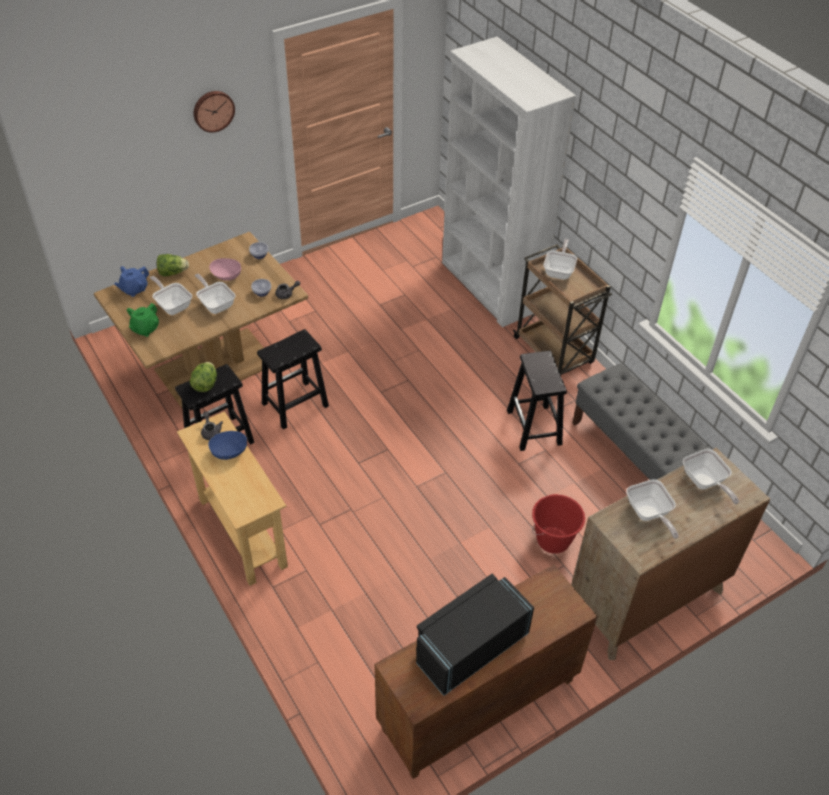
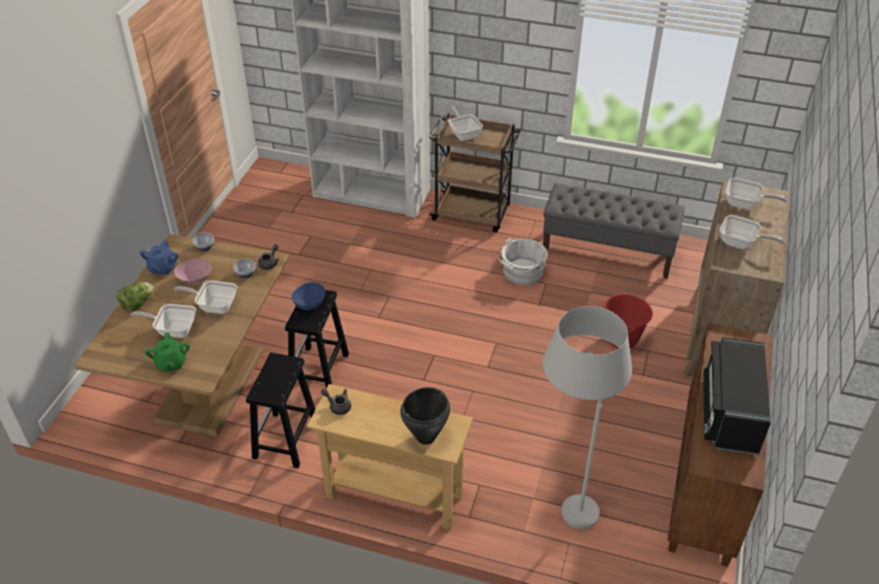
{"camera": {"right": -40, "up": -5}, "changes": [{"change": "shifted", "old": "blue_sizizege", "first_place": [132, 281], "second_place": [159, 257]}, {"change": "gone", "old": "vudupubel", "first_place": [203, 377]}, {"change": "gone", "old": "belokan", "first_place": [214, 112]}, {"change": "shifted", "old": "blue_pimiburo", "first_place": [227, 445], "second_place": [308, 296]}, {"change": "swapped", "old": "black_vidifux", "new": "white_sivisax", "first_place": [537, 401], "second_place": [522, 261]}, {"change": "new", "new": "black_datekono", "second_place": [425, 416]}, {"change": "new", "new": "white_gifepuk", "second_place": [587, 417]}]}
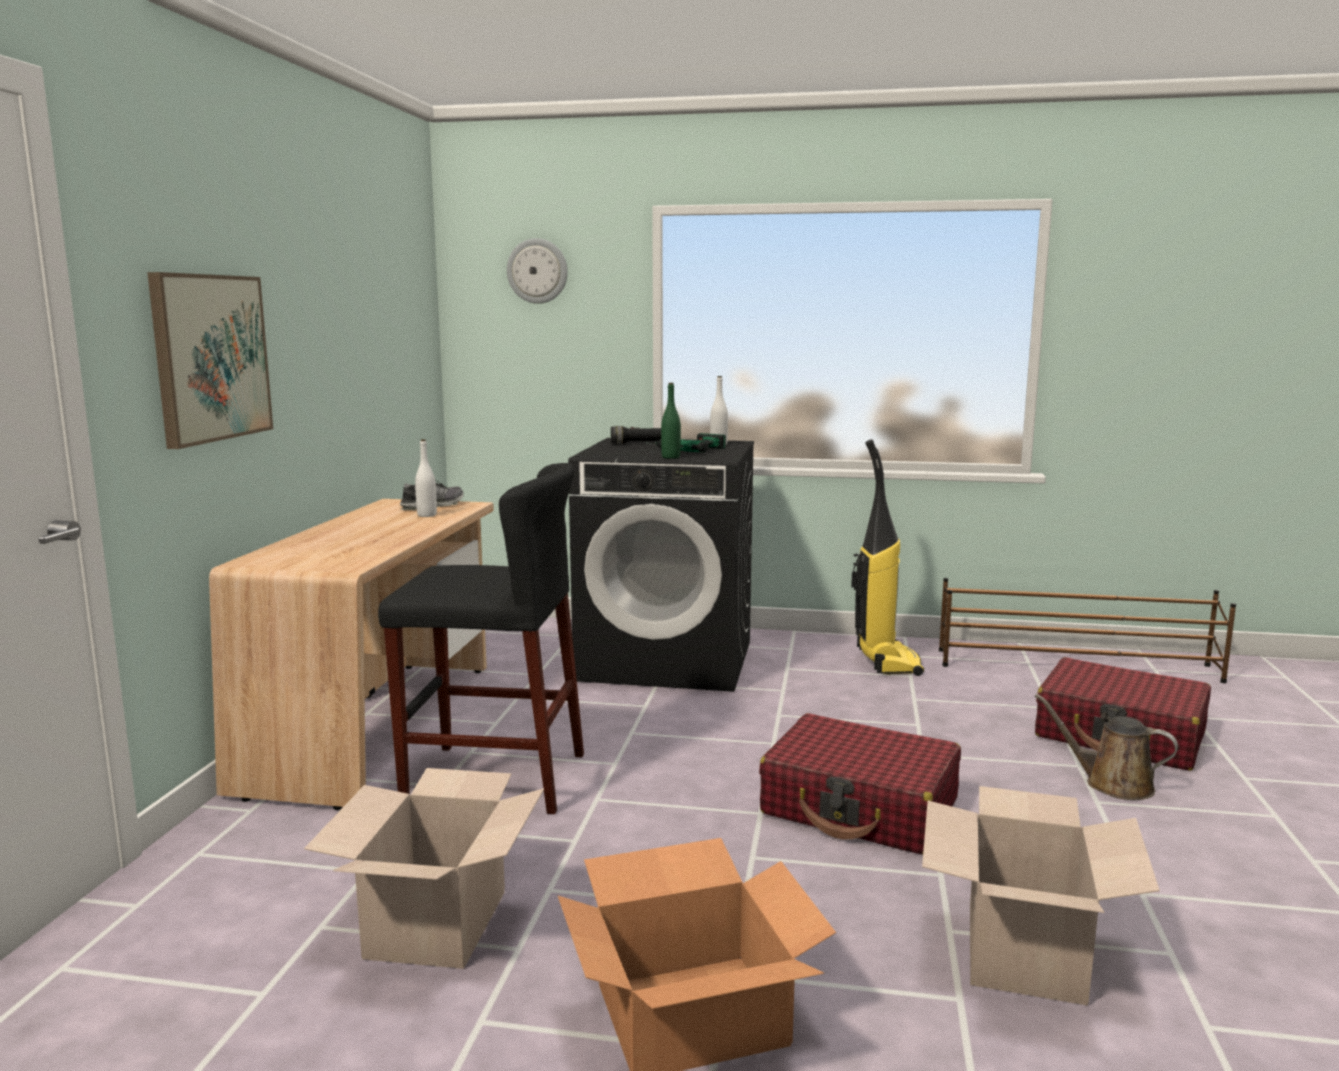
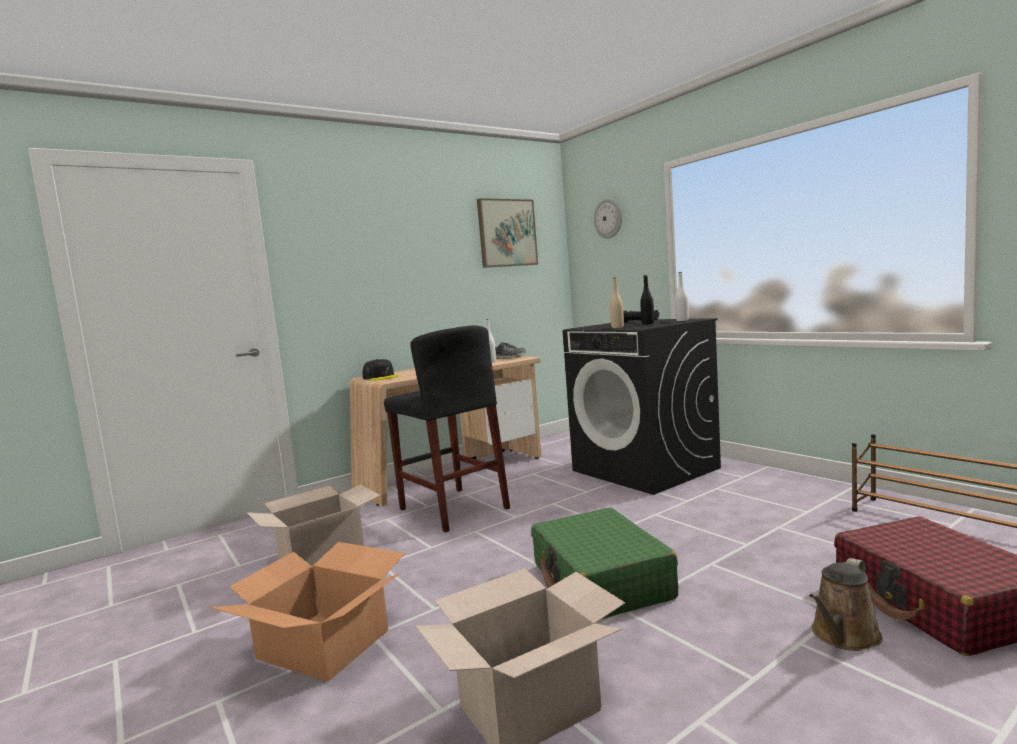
{"camera": {"right": 45, "up": -5}, "changes": [{"change": "shifted", "old": "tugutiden", "first_place": [210, 360], "second_place": [507, 233]}, {"change": "swapped", "old": "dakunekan", "new": "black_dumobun", "first_place": [687, 442], "second_place": [647, 299]}, {"change": "repainted", "old": "green_dumobun", "new": "beige_dumobun", "first_place": [671, 421], "second_place": [617, 303]}, {"change": "repainted", "old": "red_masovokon", "new": "green_masovokon", "first_place": [860, 784], "second_place": [604, 563]}, {"change": "gone", "old": "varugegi", "first_place": [887, 557]}, {"change": "rotated", "old": "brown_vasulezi", "first_place": [1106, 746], "second_place": [846, 604], "degrees": -120}, {"change": "new", "new": "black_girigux", "second_place": [380, 370]}]}
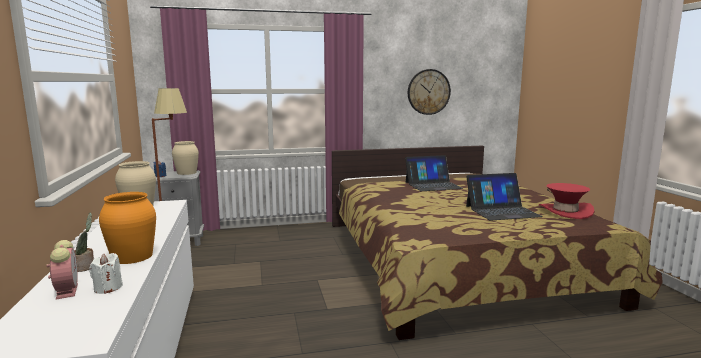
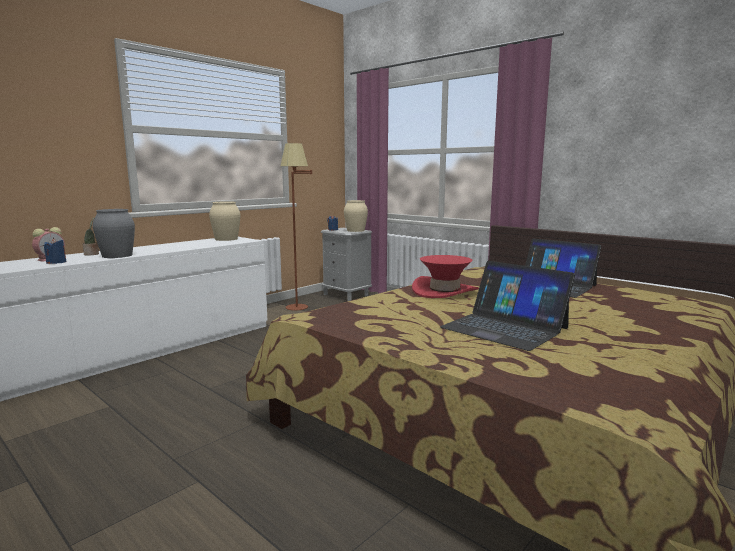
{"camera": {"right": 55, "up": 0}, "changes": [{"change": "repainted", "old": "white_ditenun", "new": "blue_ditenun", "first_place": [106, 273], "second_place": [55, 251]}, {"change": "repainted", "old": "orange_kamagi", "new": "grey_kamagi", "first_place": [127, 228], "second_place": [114, 233]}, {"change": "gone", "old": "belokan", "first_place": [429, 92]}, {"change": "shifted", "old": "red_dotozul", "first_place": [566, 201], "second_place": [445, 276]}]}
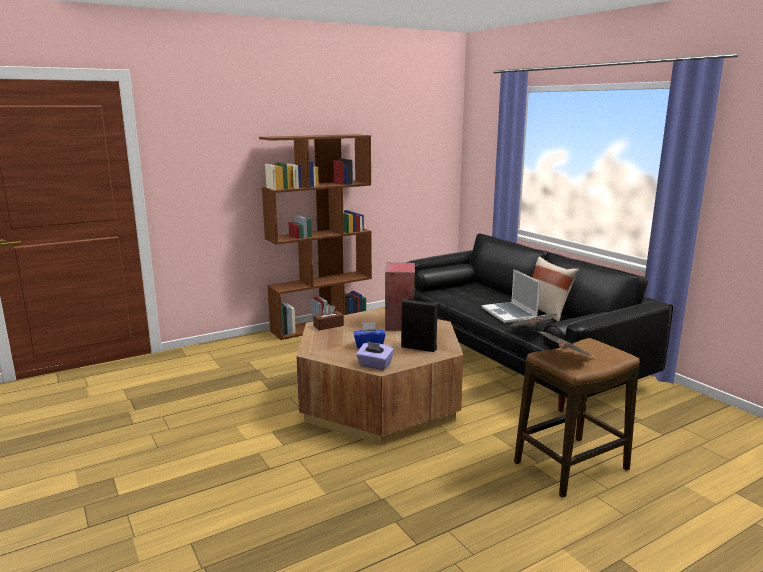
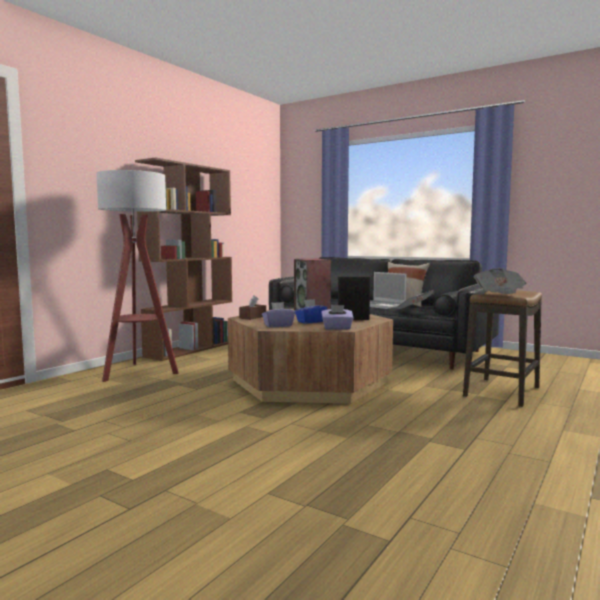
{"camera": {"right": -25, "up": -10}, "changes": [{"change": "new", "new": "gifepuk", "second_place": [137, 276]}, {"change": "new", "new": "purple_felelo", "second_place": [278, 314]}]}
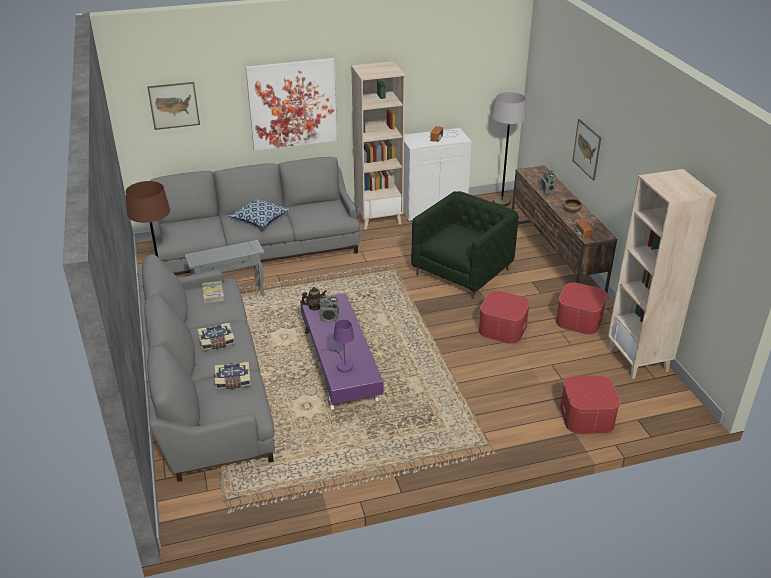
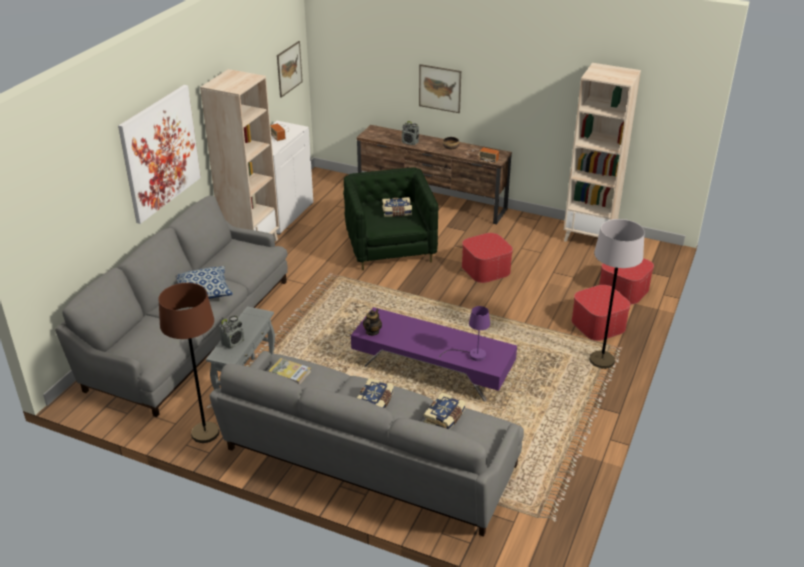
{"camera": {"right": -50, "up": 0}, "changes": [{"change": "shifted", "old": "tugutiden", "first_place": [173, 106], "second_place": [290, 69]}, {"change": "shifted", "old": "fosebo", "first_place": [329, 309], "second_place": [231, 332]}, {"change": "shifted", "old": "grey_gifepuk", "first_place": [509, 149], "second_place": [617, 294]}, {"change": "shifted", "old": "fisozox", "first_place": [581, 309], "second_place": [601, 313]}, {"change": "new", "new": "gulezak", "second_place": [397, 207]}]}
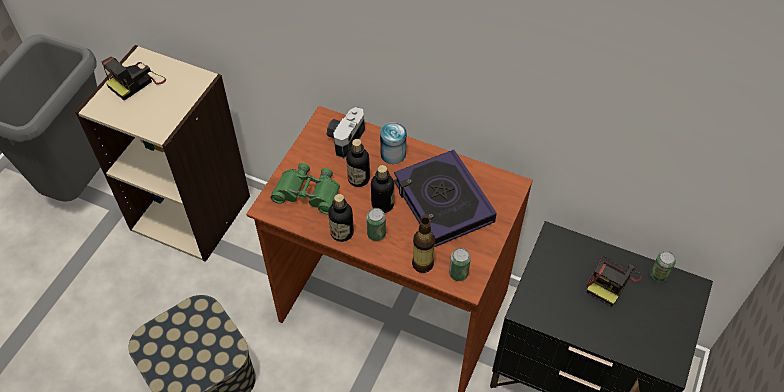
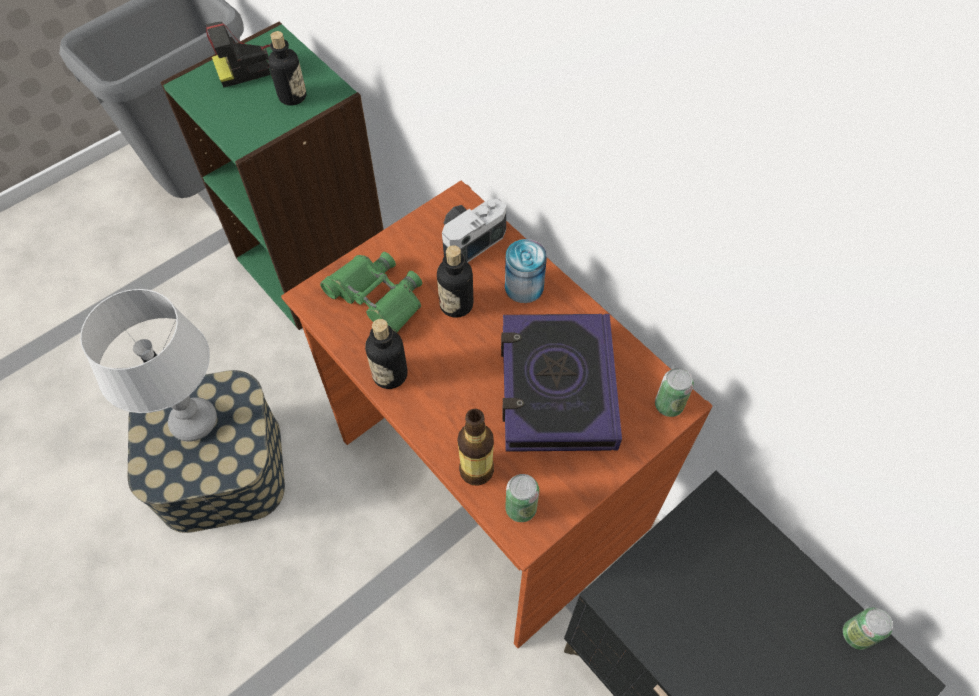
{"camera": {"right": 25, "up": 5}, "changes": [{"change": "repainted", "old": "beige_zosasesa", "new": "green_zosasesa", "first_place": [162, 153], "second_place": [272, 175]}, {"change": "shifted", "old": "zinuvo", "first_place": [376, 224], "second_place": [674, 392]}, {"change": "shifted", "old": "dumobun", "first_place": [382, 189], "second_place": [287, 68]}, {"change": "gone", "old": "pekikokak", "first_place": [614, 281]}, {"change": "new", "new": "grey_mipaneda", "second_place": [148, 365]}]}
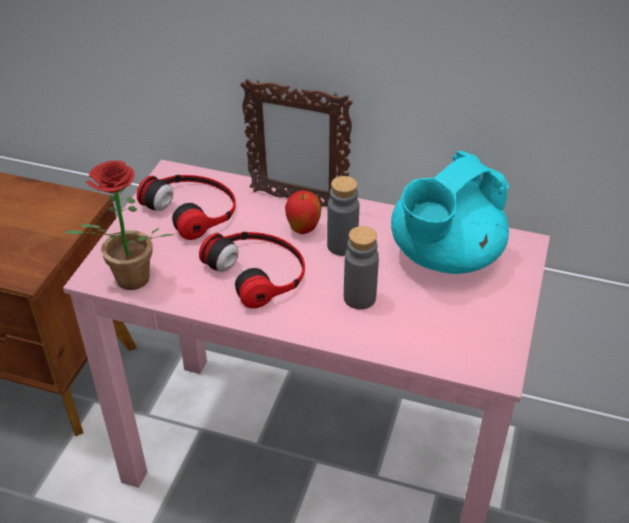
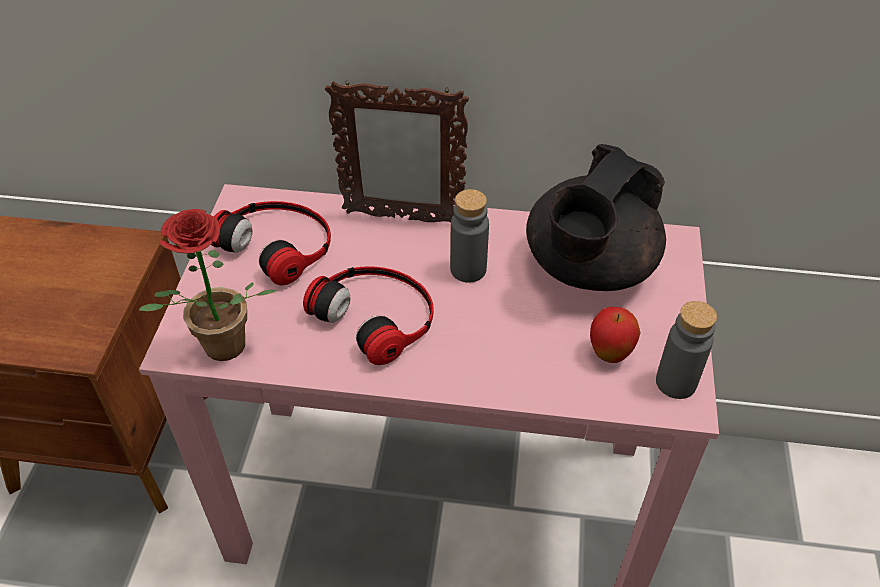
{"camera": {"right": -10, "up": 5}, "changes": [{"change": "shifted", "old": "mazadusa", "first_place": [303, 212], "second_place": [615, 335]}, {"change": "shifted", "old": "grey_dumobun", "first_place": [361, 268], "second_place": [686, 350]}, {"change": "repainted", "old": "turquoise_sizizege", "new": "black_sizizege", "first_place": [450, 212], "second_place": [596, 217]}]}
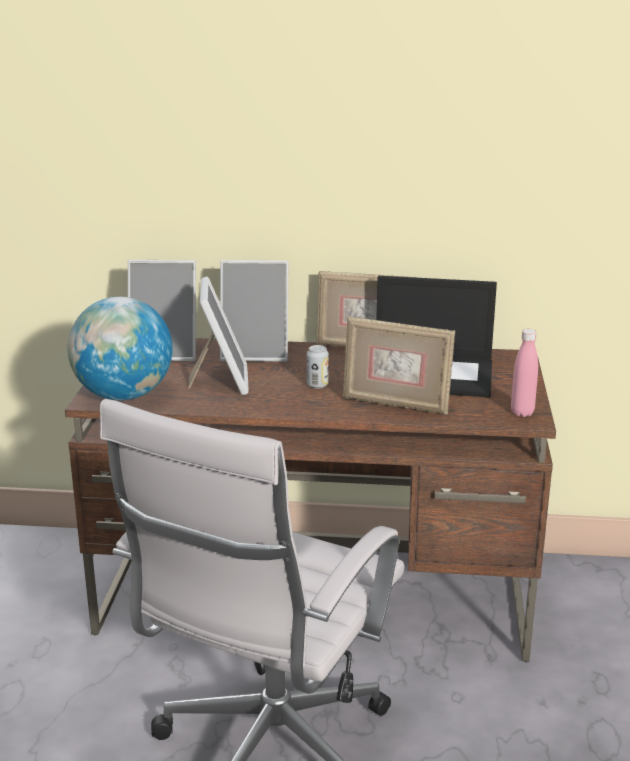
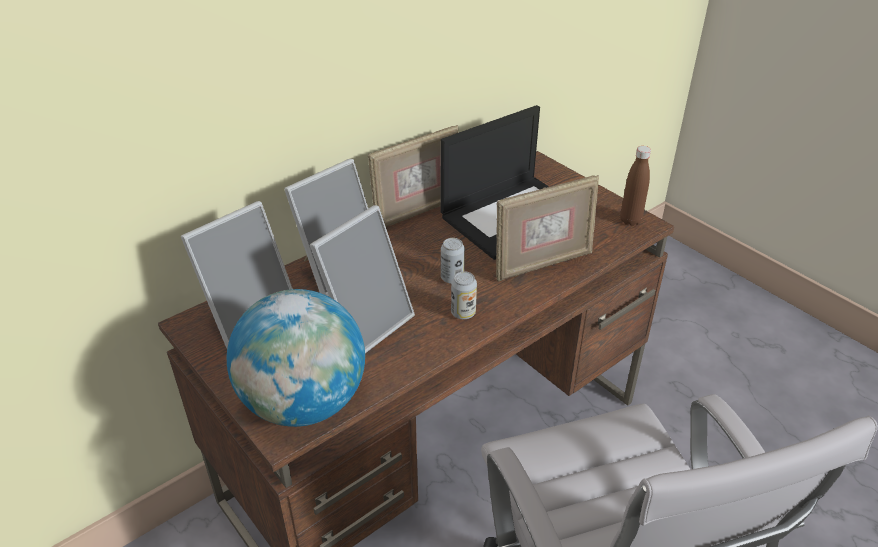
{"camera": {"right": -45, "up": 15}, "changes": [{"change": "rotated", "old": "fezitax", "first_place": [219, 336], "second_place": [362, 279], "degrees": 90}, {"change": "repainted", "old": "pink_dumobun", "new": "brown_dumobun", "first_place": [524, 373], "second_place": [635, 186]}, {"change": "new", "new": "zinuvo", "second_place": [464, 295]}]}
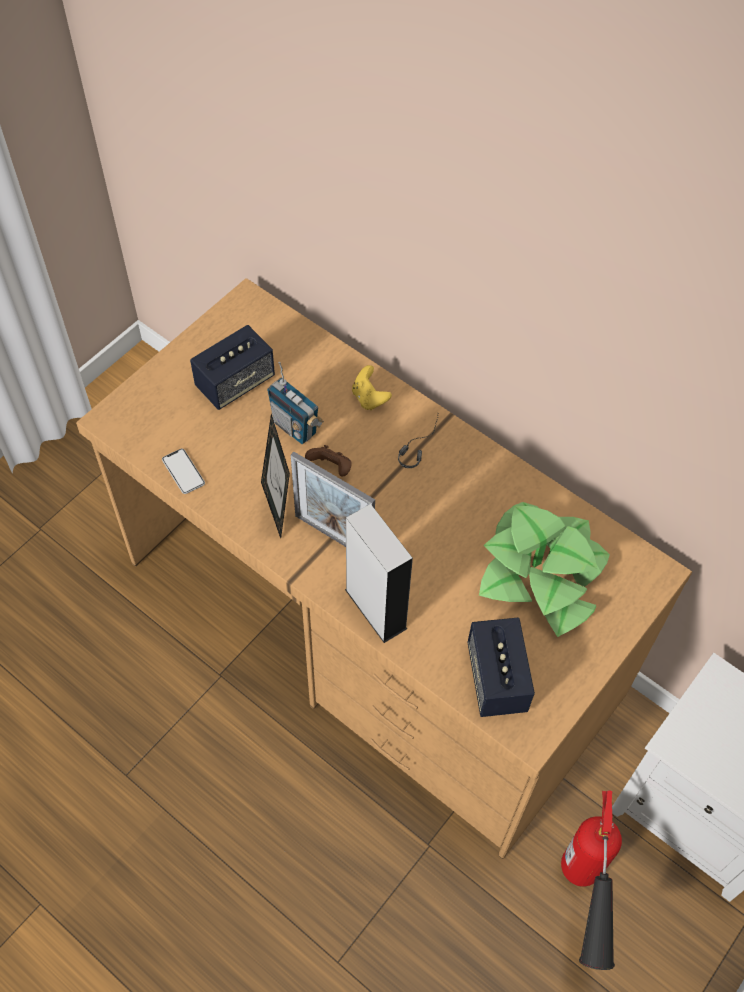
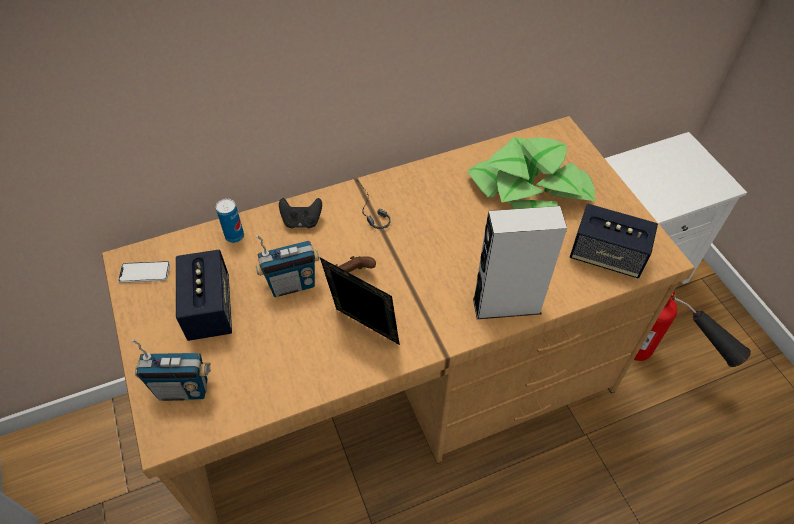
{"camera": {"right": -60, "up": -5}, "changes": [{"change": "shifted", "old": "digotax", "first_place": [183, 471], "second_place": [144, 272]}, {"change": "gone", "old": "fezitax", "first_place": [333, 499]}, {"change": "repainted", "old": "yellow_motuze", "new": "black_motuze", "first_place": [372, 387], "second_place": [300, 213]}, {"change": "new", "new": "fosebo", "second_place": [171, 370]}, {"change": "new", "new": "zinuvo", "second_place": [230, 221]}]}
